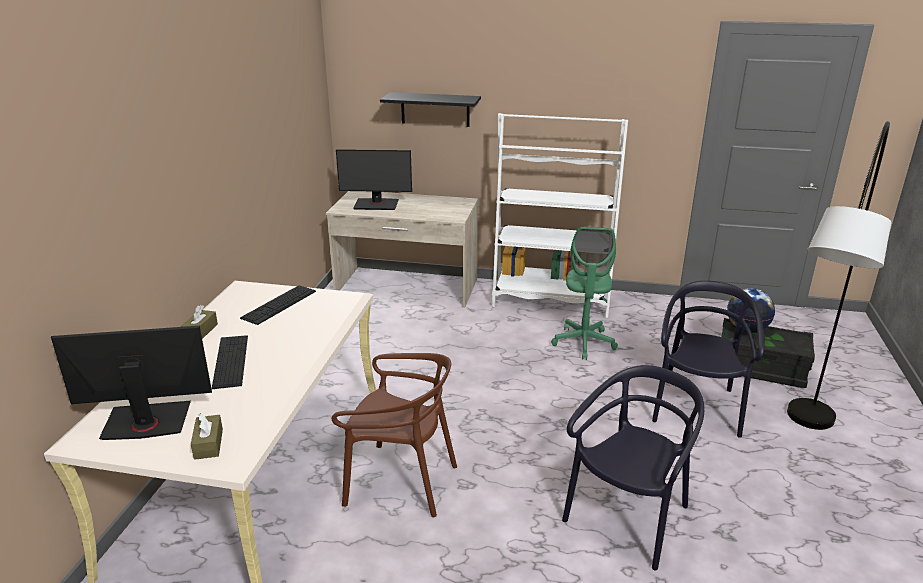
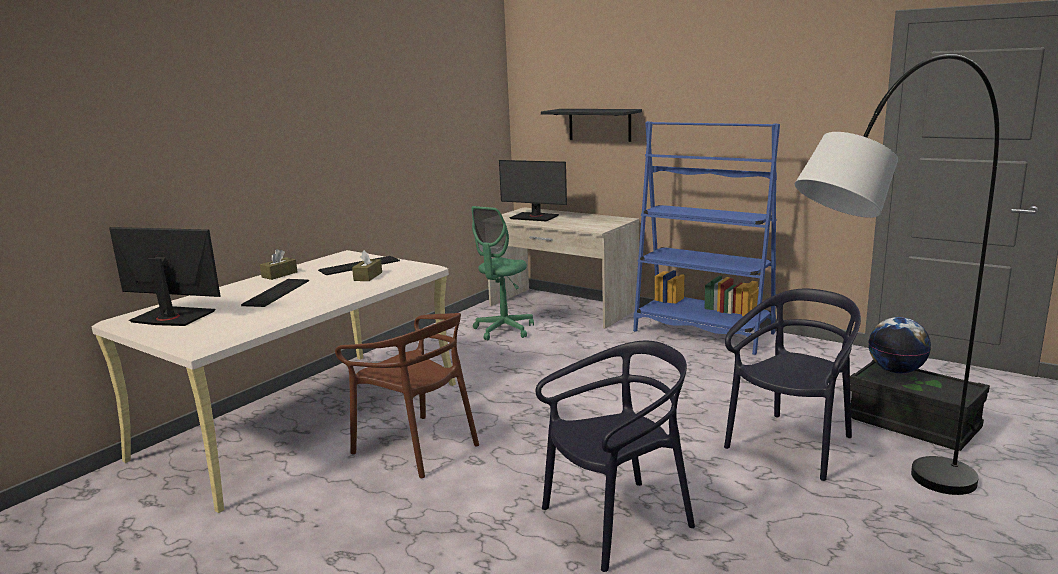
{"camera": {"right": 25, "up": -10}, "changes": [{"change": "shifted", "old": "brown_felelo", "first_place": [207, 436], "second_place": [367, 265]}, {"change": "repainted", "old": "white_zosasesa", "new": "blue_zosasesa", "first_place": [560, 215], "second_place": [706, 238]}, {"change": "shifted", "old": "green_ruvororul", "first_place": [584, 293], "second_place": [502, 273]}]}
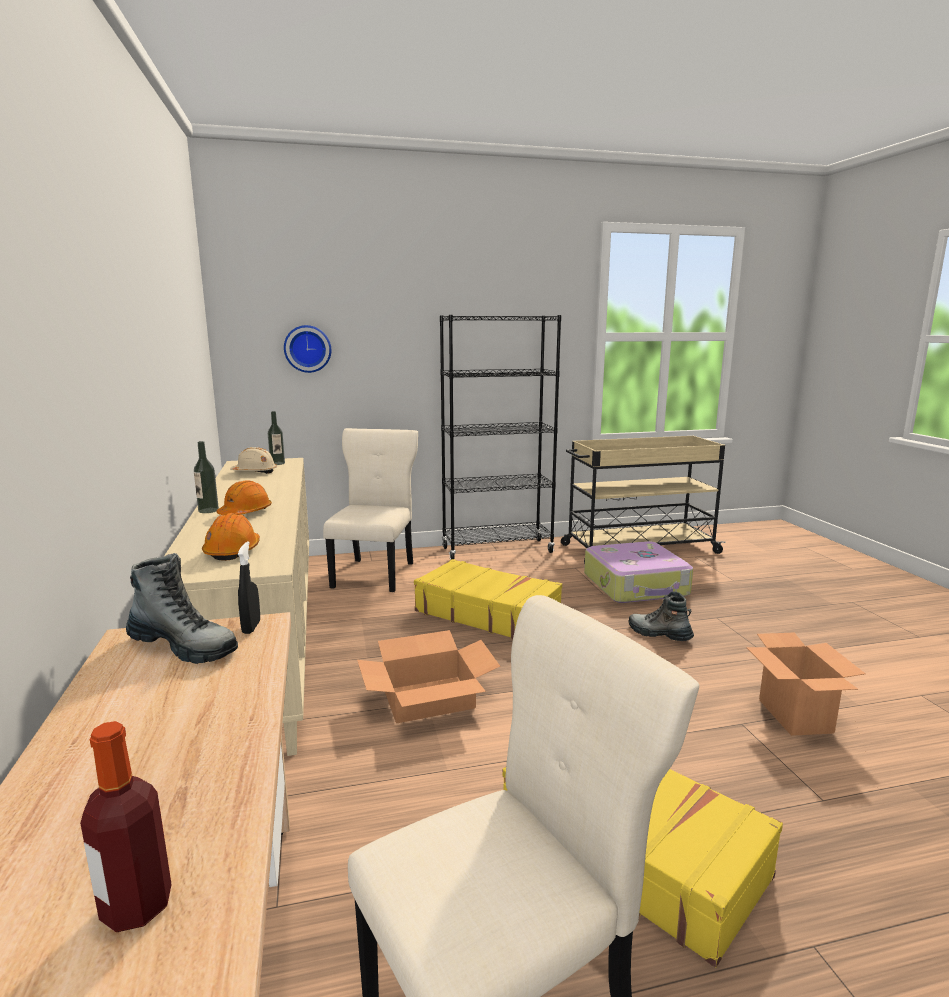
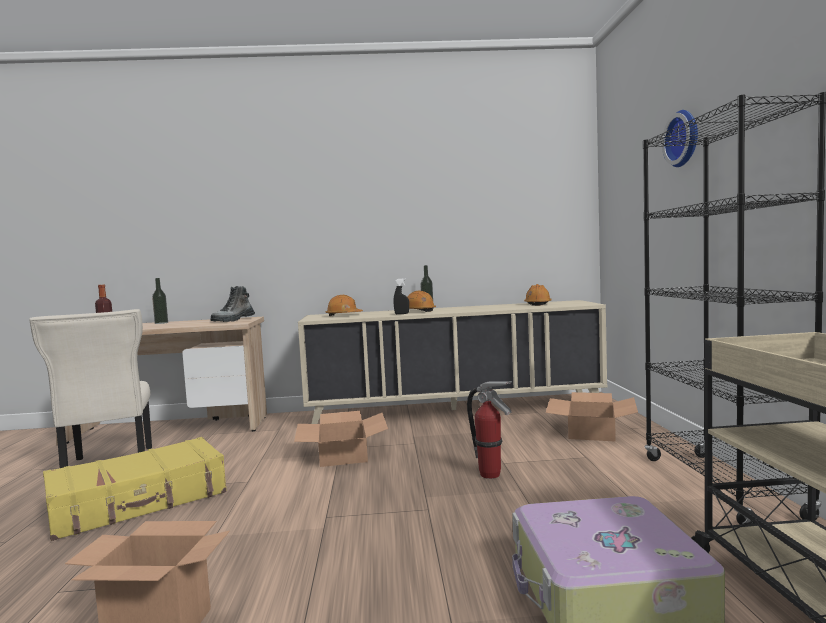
{"camera": {"right": 100, "up": -10}, "changes": [{"change": "repainted", "old": "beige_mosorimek", "new": "orange_mosorimek", "first_place": [253, 460], "second_place": [538, 295]}, {"change": "shifted", "old": "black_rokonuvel", "first_place": [249, 587], "second_place": [401, 296]}, {"change": "shifted", "old": "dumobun", "first_place": [276, 438], "second_place": [160, 301]}, {"change": "shifted", "old": "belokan", "first_place": [307, 349], "second_place": [680, 138]}, {"change": "swapped", "old": "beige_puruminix", "new": "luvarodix", "first_place": [370, 510], "second_place": [592, 417]}, {"change": "swapped", "old": "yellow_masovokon", "new": "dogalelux", "first_place": [488, 599], "second_place": [489, 430]}, {"change": "gone", "old": "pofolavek", "first_place": [661, 616]}]}
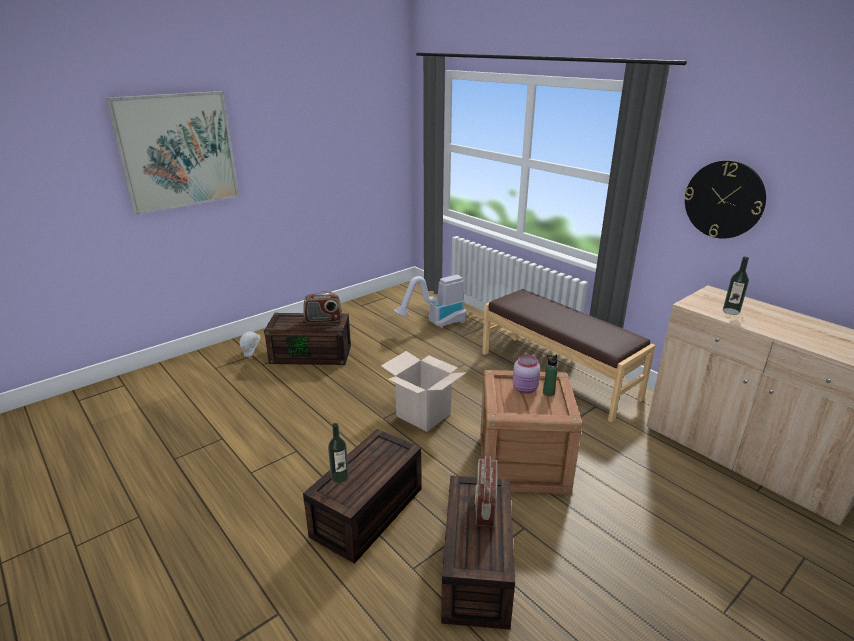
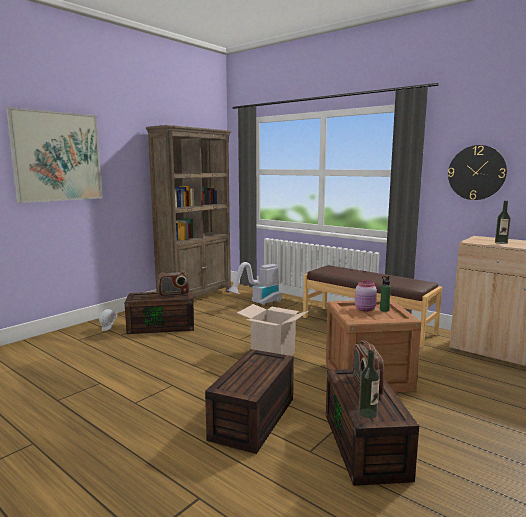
{"camera": {"right": -10, "up": -15}, "changes": [{"change": "shifted", "old": "dumobun", "first_place": [338, 453], "second_place": [369, 384]}, {"change": "new", "new": "brown_zosasesa", "second_place": [188, 211]}]}
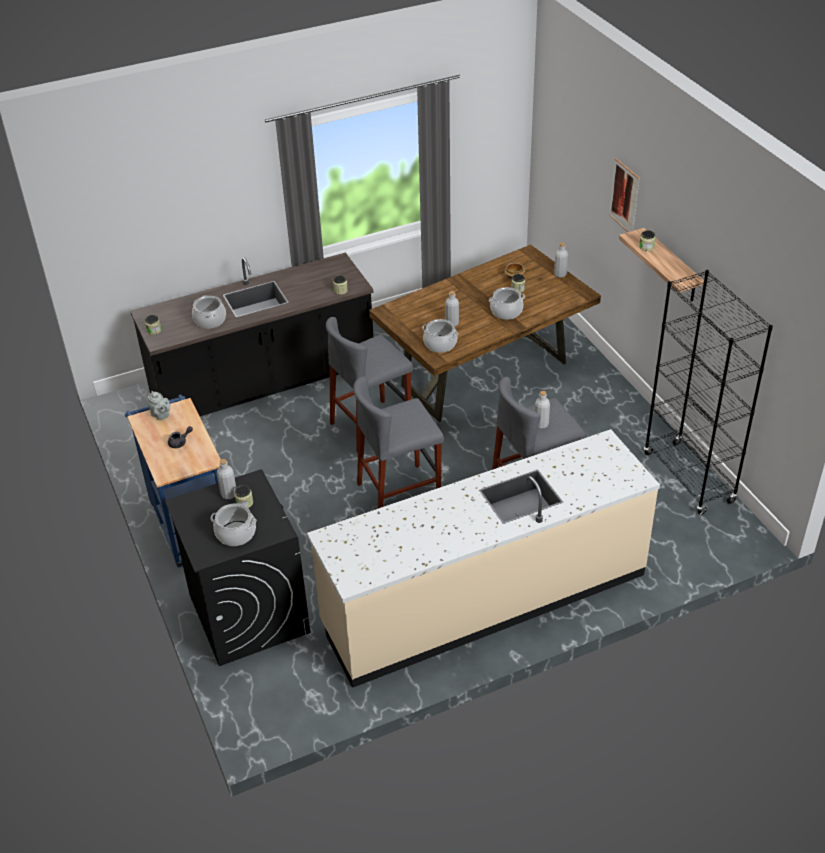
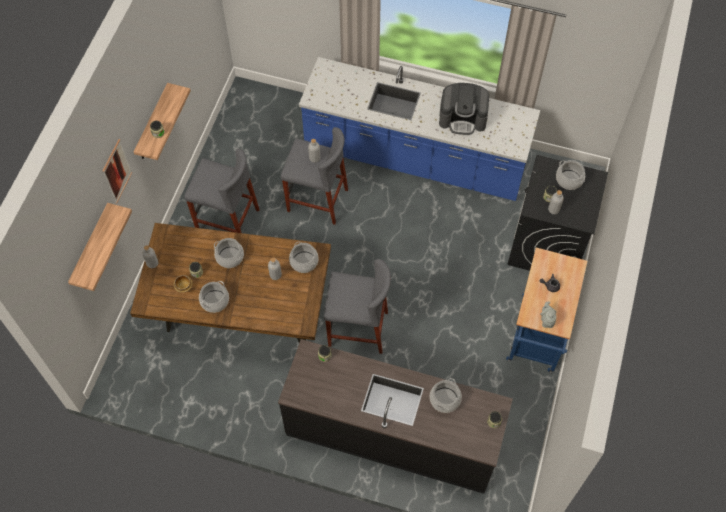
{"camera": {"right": -140, "up": 20}, "changes": [{"change": "repainted", "old": "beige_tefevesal", "new": "blue_tefevesal", "first_place": [483, 558], "second_place": [419, 129]}, {"change": "shifted", "old": "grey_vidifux", "first_place": [398, 442], "second_place": [222, 191]}, {"change": "gone", "old": "black_zosasesa", "first_place": [708, 392]}, {"change": "new", "new": "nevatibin", "second_place": [100, 247]}, {"change": "new", "new": "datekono", "second_place": [214, 297]}, {"change": "new", "new": "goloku", "second_place": [464, 109]}]}
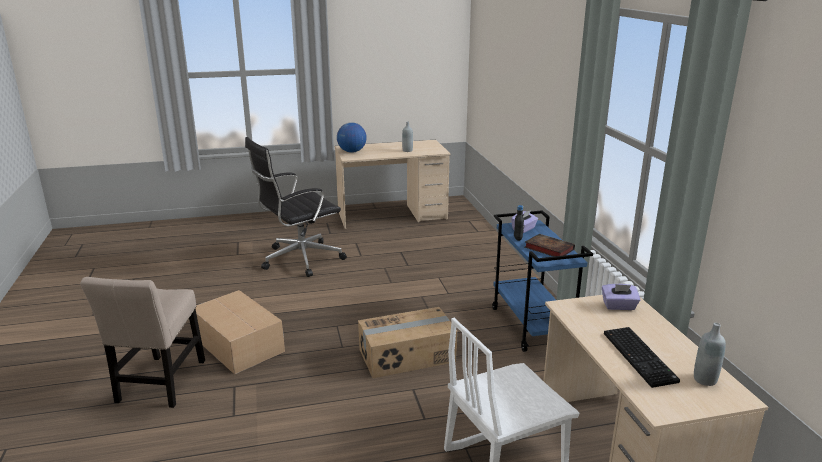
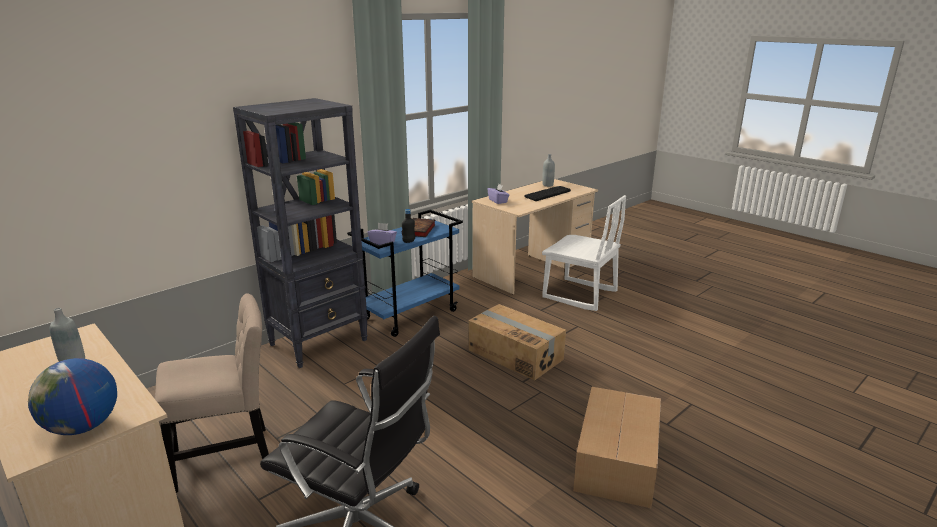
{"camera": {"right": -120, "up": 0}, "changes": [{"change": "shifted", "old": "beige_puruminix", "first_place": [142, 342], "second_place": [212, 393]}, {"change": "new", "new": "black_zosasesa", "second_place": [300, 233]}]}
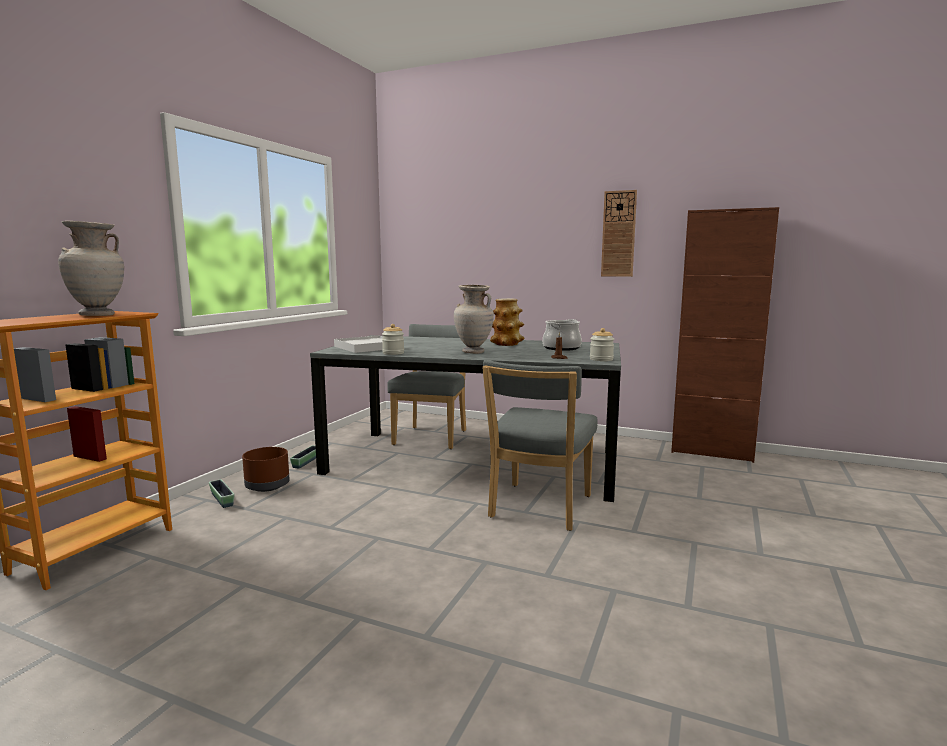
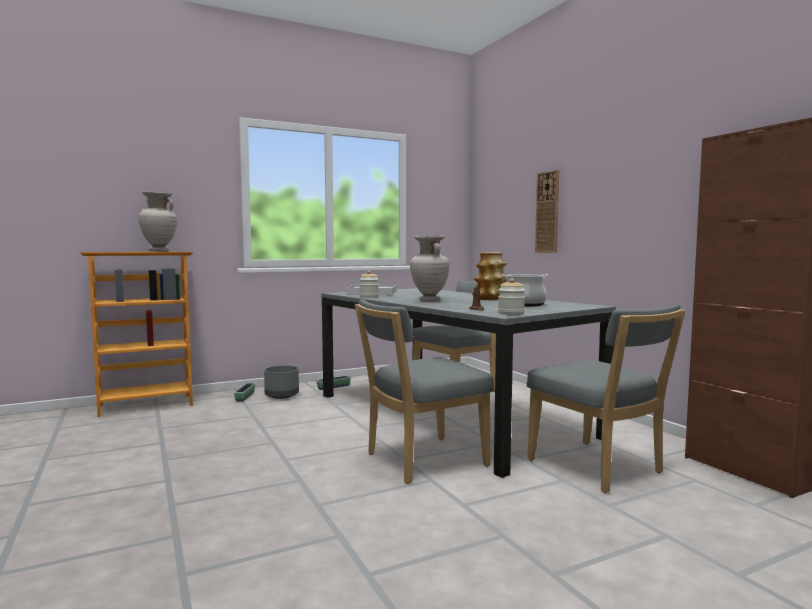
{"camera": {"right": 40, "up": -5}, "changes": [{"change": "repainted", "old": "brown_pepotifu", "new": "grey_pepotifu", "first_place": [266, 469], "second_place": [281, 382]}, {"change": "shifted", "old": "belokan", "first_place": [619, 233], "second_place": [547, 211]}, {"change": "new", "new": "grey_puruminix", "second_place": [606, 398]}]}
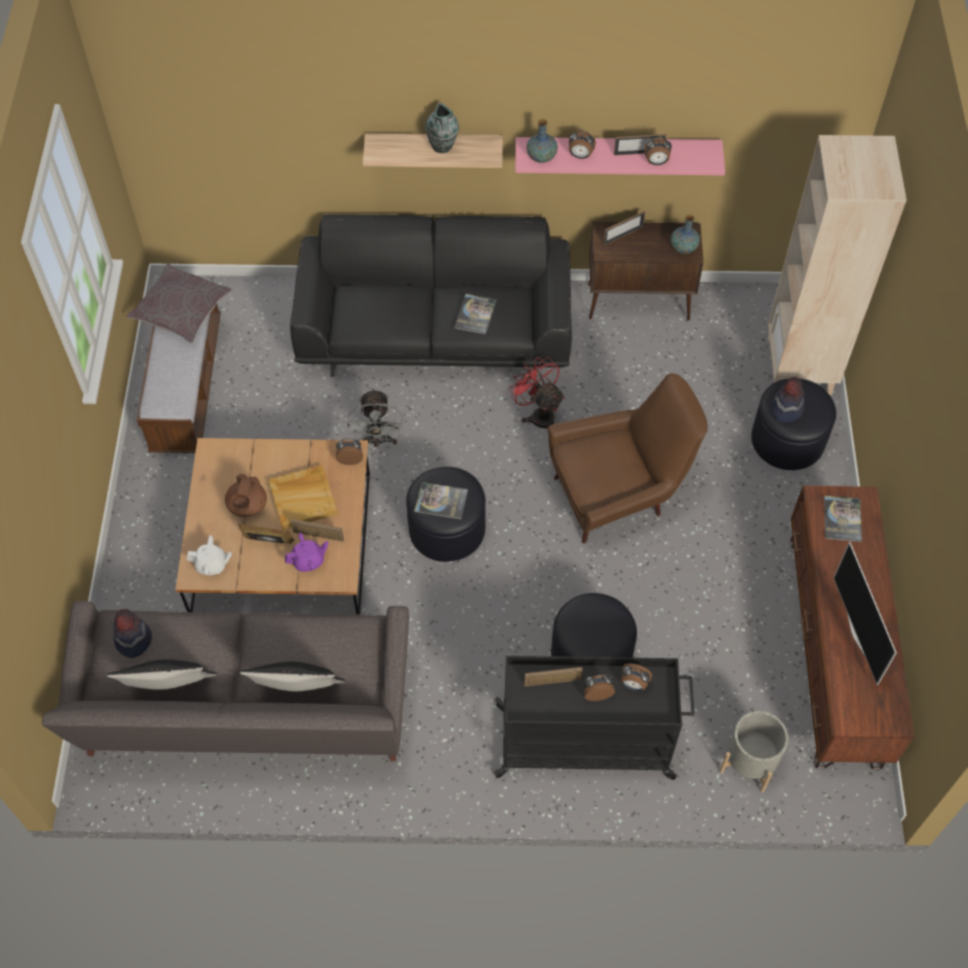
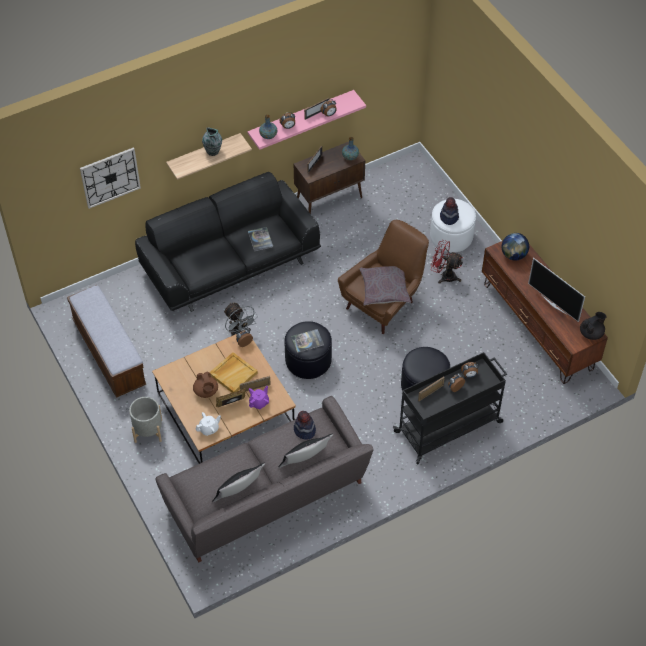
{"camera": {"right": -30, "up": -5}, "changes": [{"change": "shifted", "old": "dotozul", "first_place": [133, 633], "second_place": [305, 425]}, {"change": "shifted", "old": "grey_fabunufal", "first_place": [179, 303], "second_place": [385, 286]}, {"change": "shifted", "old": "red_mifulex", "first_place": [536, 393], "second_place": [447, 262]}, {"change": "shifted", "old": "grey_pepotifu", "first_place": [754, 751], "second_place": [145, 420]}, {"change": "repainted", "old": "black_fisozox", "new": "white_fisozox", "first_place": [793, 424], "second_place": [453, 225]}, {"change": "gone", "old": "beige_zosasesa", "first_place": [837, 265]}, {"change": "swapped", "old": "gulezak", "new": "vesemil", "first_place": [843, 518], "second_place": [515, 247]}, {"change": "new", "new": "belokan", "second_place": [110, 178]}, {"change": "new", "new": "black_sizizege", "second_place": [593, 326]}]}
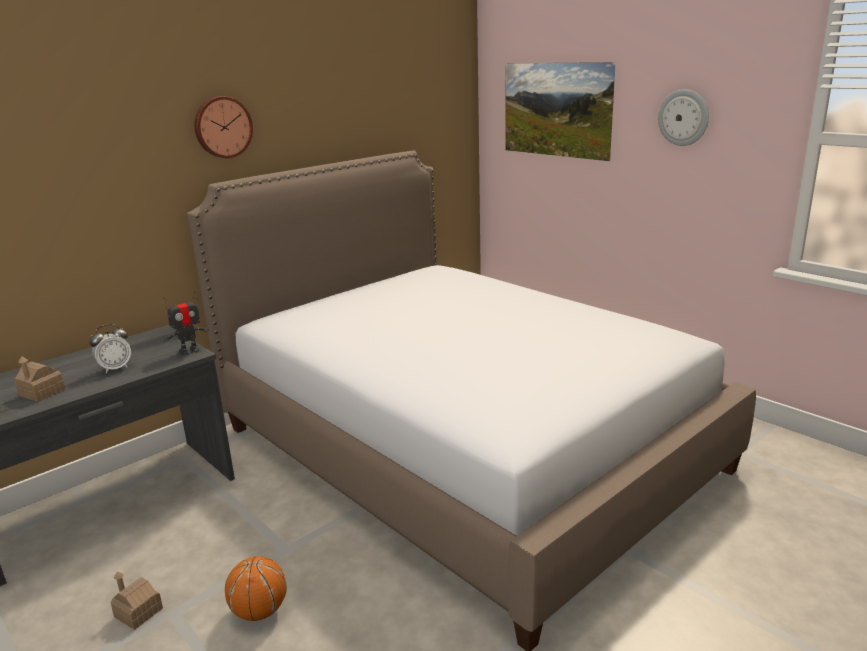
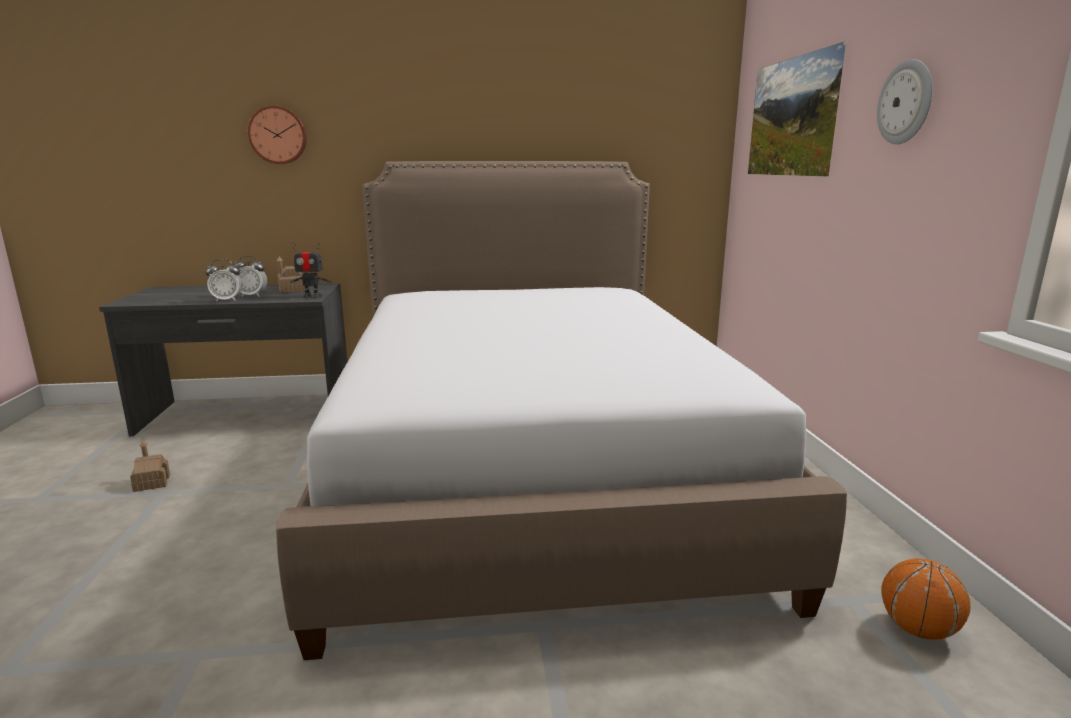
{"camera": {"right": 35, "up": -5}, "changes": [{"change": "shifted", "old": "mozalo", "first_place": [40, 379], "second_place": [291, 275]}, {"change": "shifted", "old": "belokan", "first_place": [223, 127], "second_place": [277, 134]}, {"change": "shifted", "old": "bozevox", "first_place": [256, 588], "second_place": [926, 599]}, {"change": "new", "new": "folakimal", "second_place": [224, 280]}]}
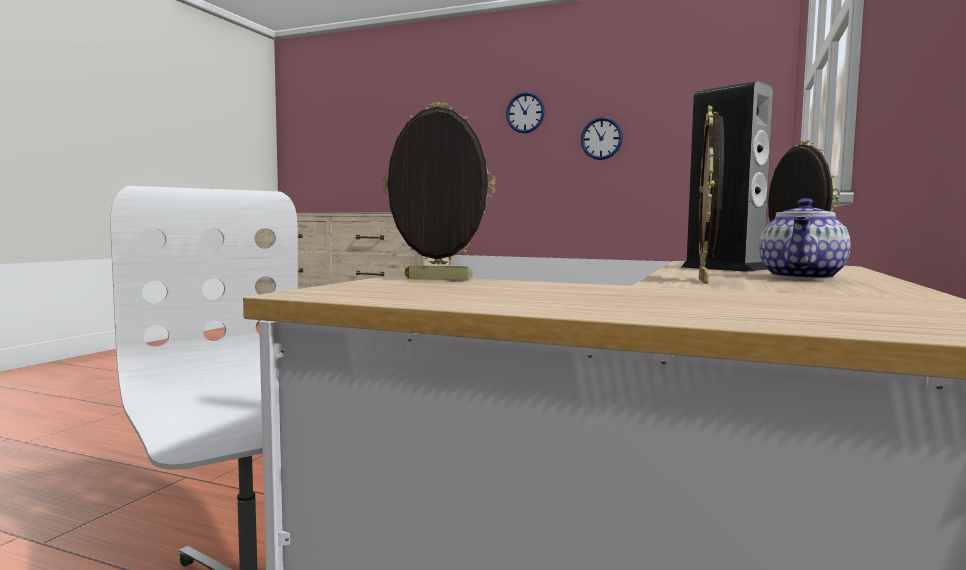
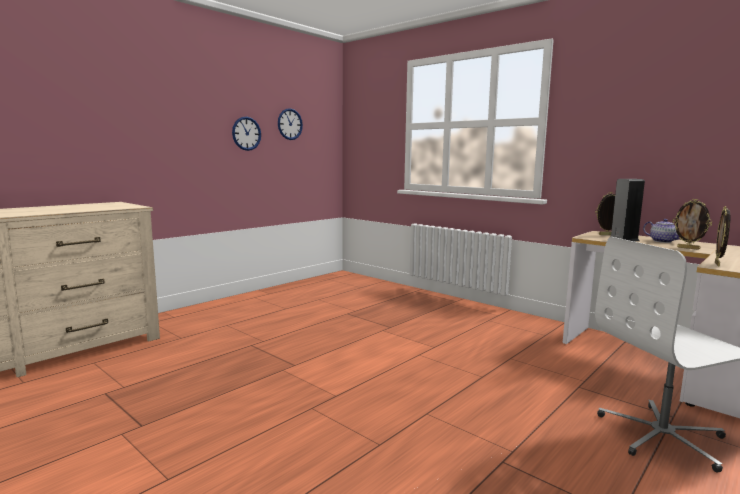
{"camera": {"right": -70, "up": 5}, "changes": [{"change": "shifted", "old": "belokan", "first_place": [525, 112], "second_place": [290, 124]}]}
